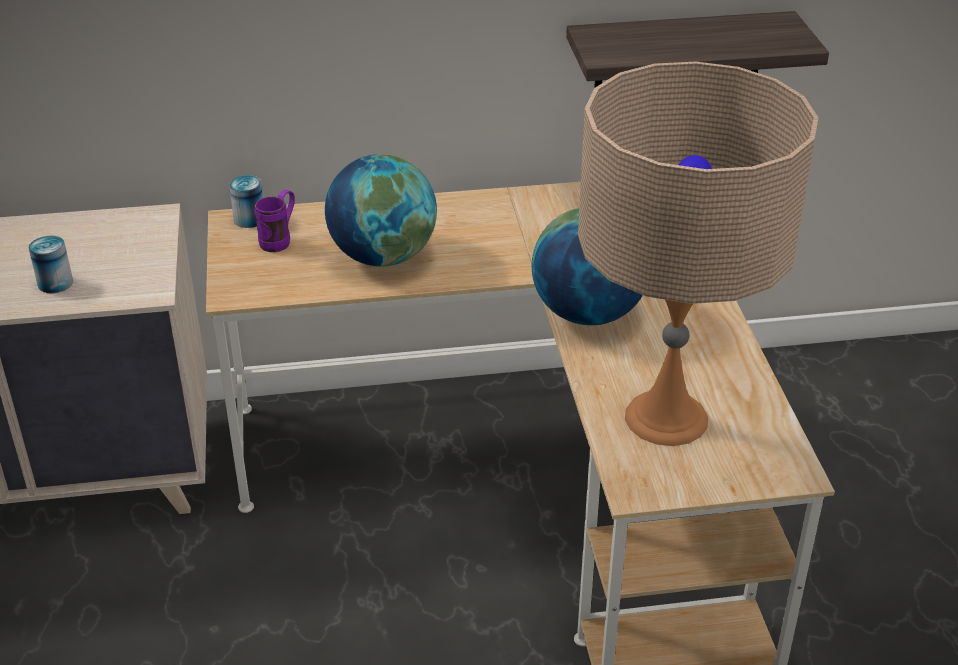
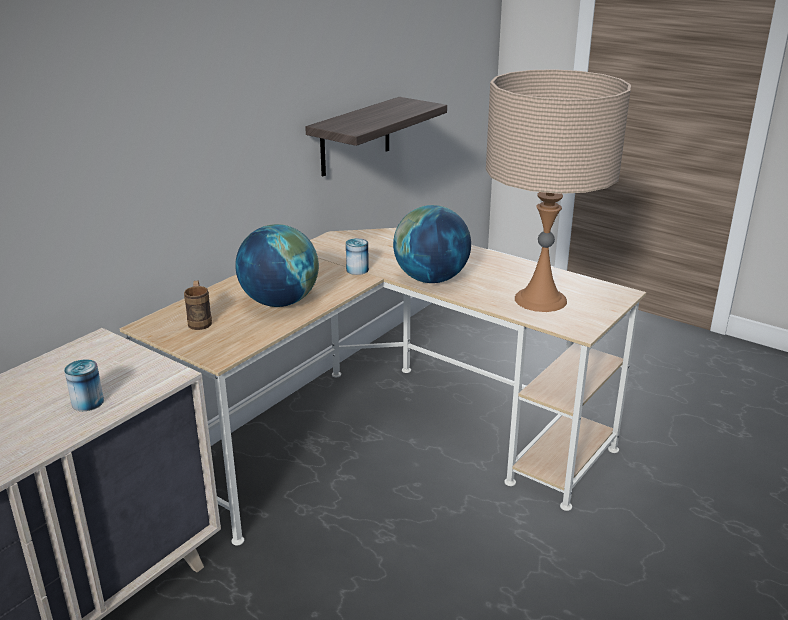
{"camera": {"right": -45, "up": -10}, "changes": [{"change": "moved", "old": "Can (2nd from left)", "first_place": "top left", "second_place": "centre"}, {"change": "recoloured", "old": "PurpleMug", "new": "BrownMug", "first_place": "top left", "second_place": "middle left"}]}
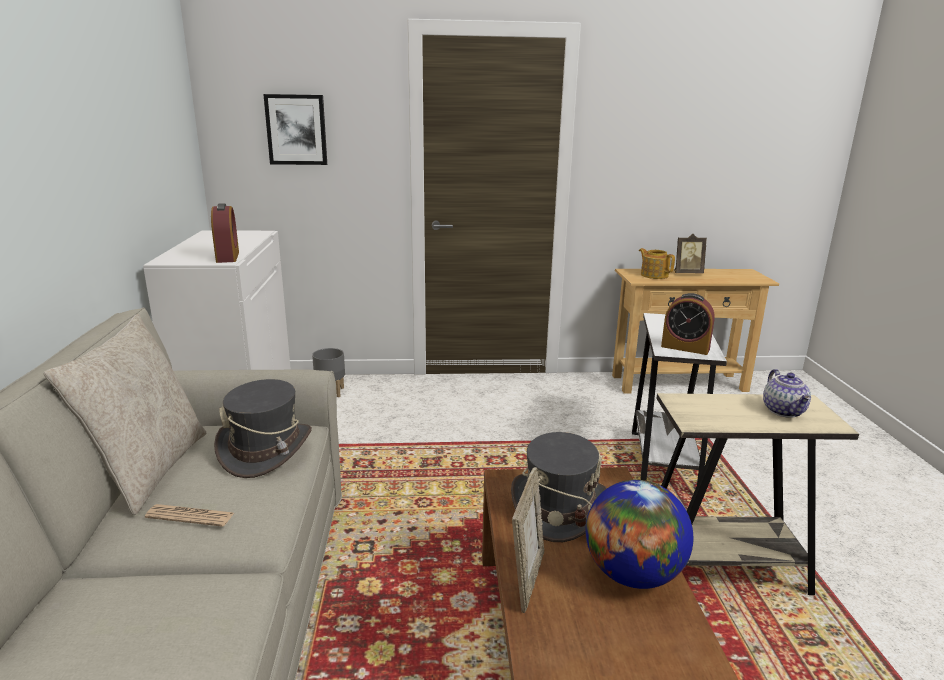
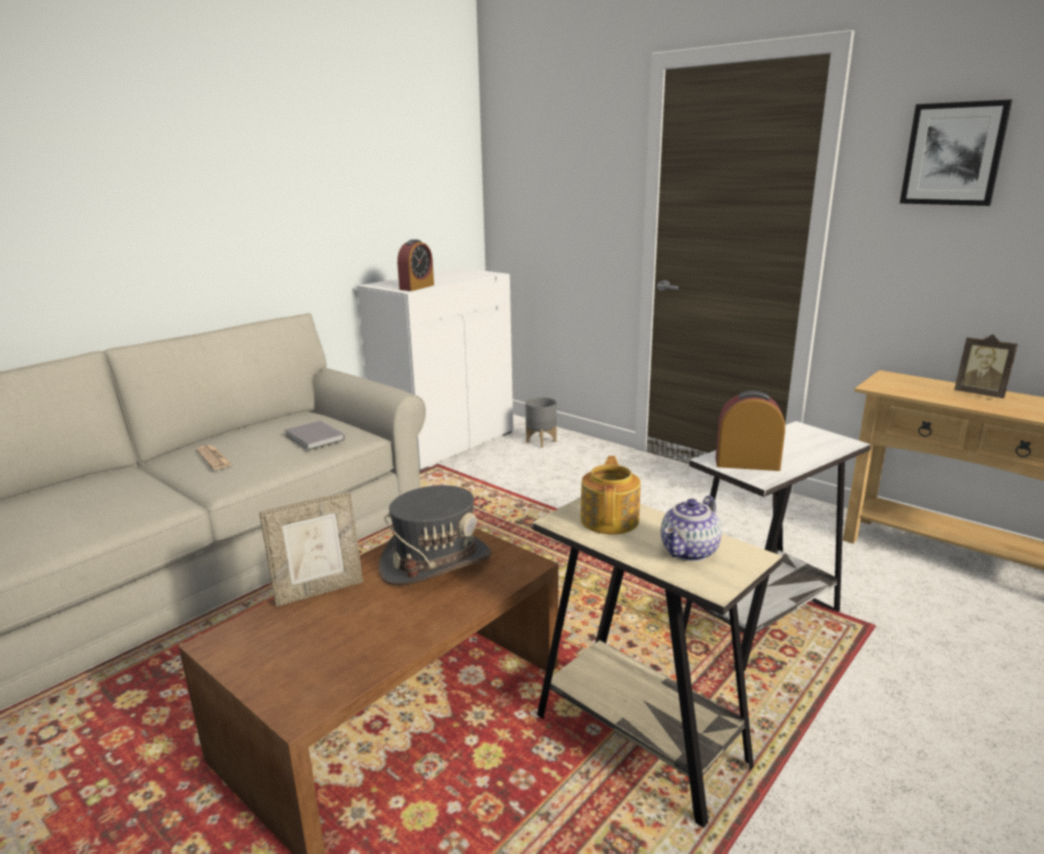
{"camera": {"right": 45, "up": 0}, "changes": [{"change": "moved", "old": "Picture", "first_place": "top left", "second_place": "top right"}, {"change": "moved", "old": "Teapot (1st from left)", "first_place": "middle right", "second_place": "centre"}, {"change": "turned", "old": "AlarmClock (2nd from left)", "first_place": "middle right", "second_place": "middle right", "degrees": 120}, {"change": "removed", "old": "BeigePillow", "first_place": "middle left"}, {"change": "replaced", "old": "GreyHat (1st from left)", "new": "GreyBook", "first_place": "middle left", "second_place": "middle left"}, {"change": "removed", "old": "Globe", "first_place": "bottom right"}]}
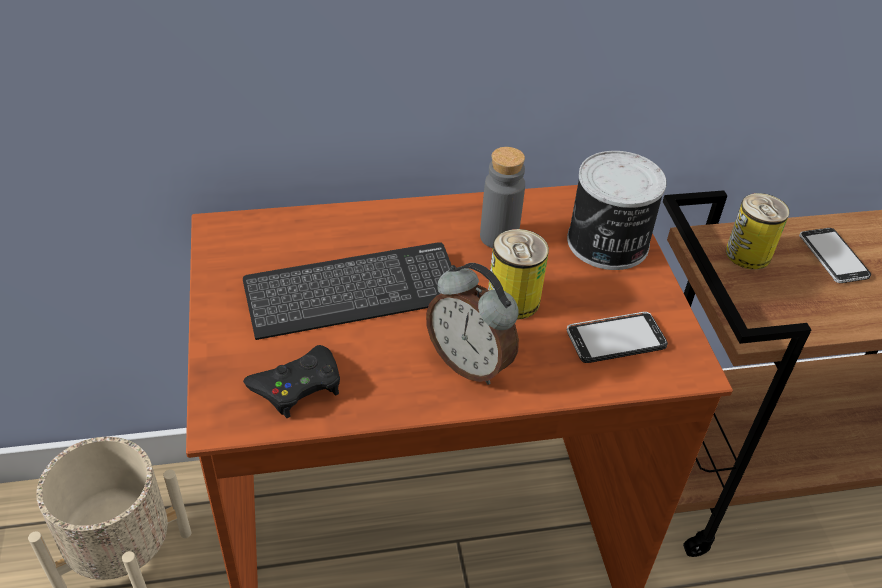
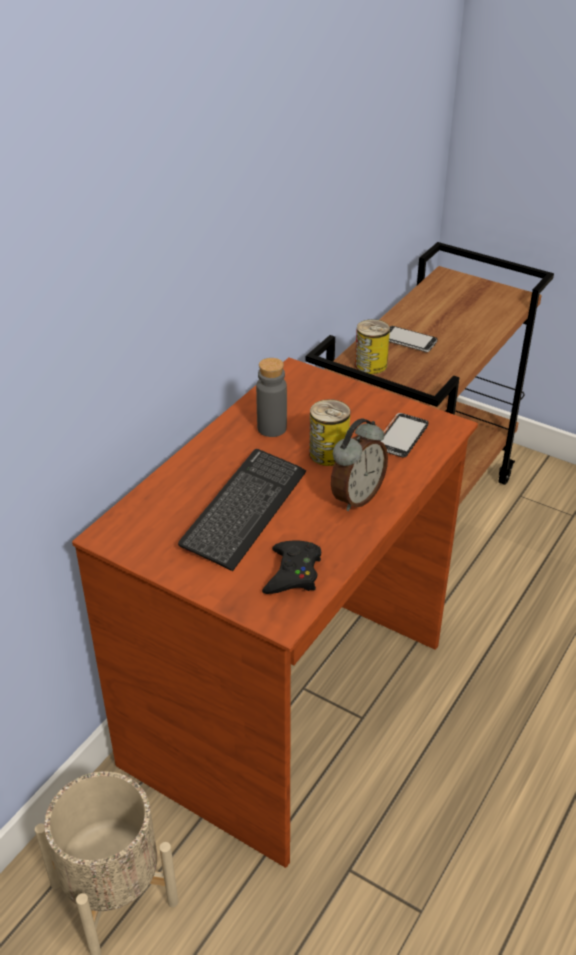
{"camera": {"right": -45, "up": -5}, "changes": [{"change": "removed", "old": "Can (2nd from left)", "first_place": "middle right"}, {"change": "turned", "old": "AlarmClock", "first_place": "centre", "second_place": "centre", "degrees": -45}]}
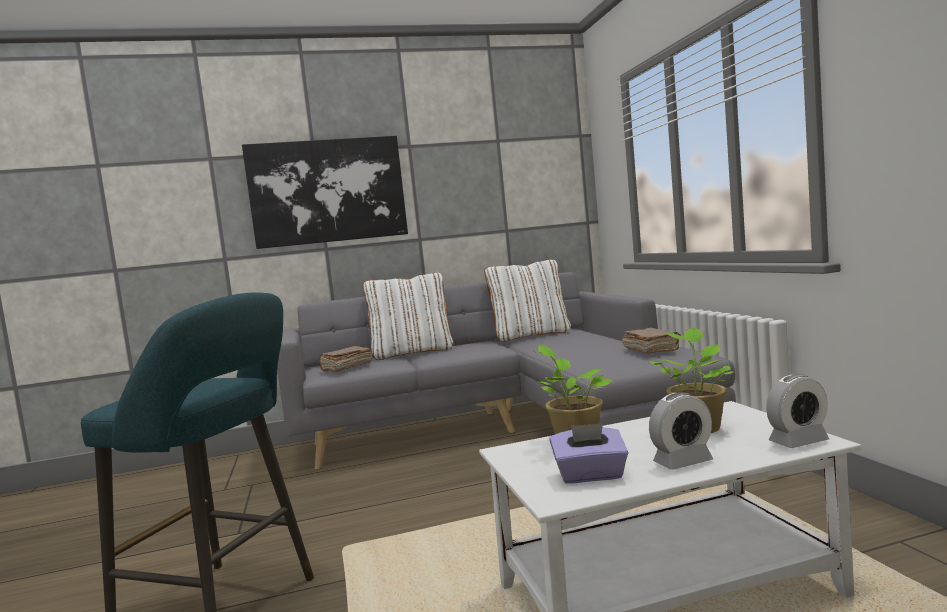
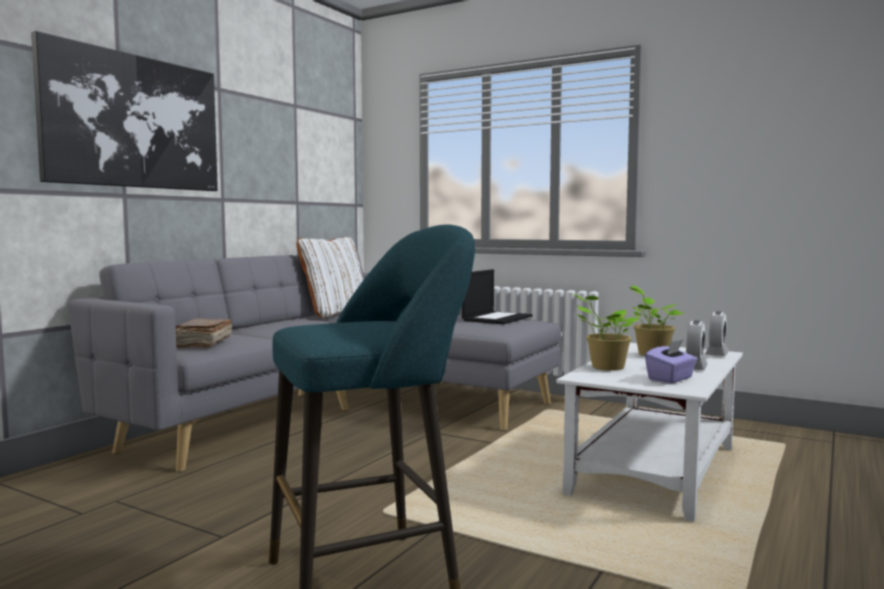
{"camera": {"right": -45, "up": 0}, "changes": [{"change": "removed", "old": "WhitePillow (1st from left)", "first_place": "centre"}, {"change": "replaced", "old": "BrownBook (2nd from left)", "new": "Laptop", "first_place": "middle right", "second_place": "centre"}]}
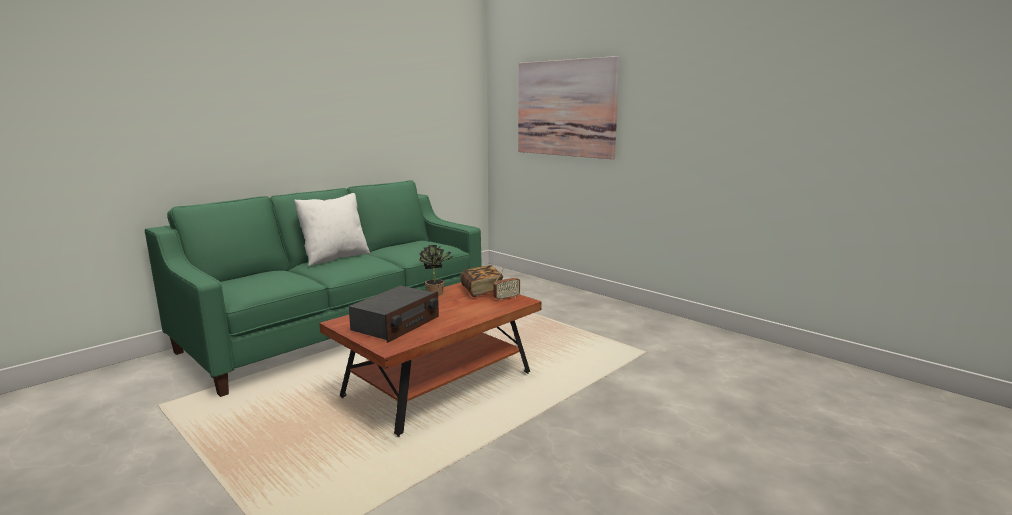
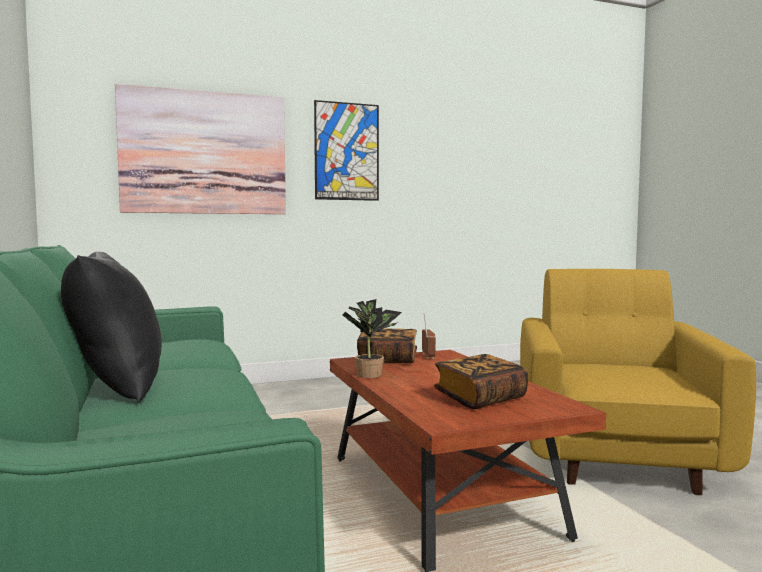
{"camera": {"right": -65, "up": -10}, "changes": [{"change": "recoloured", "old": "WhitePillow", "new": "BlackPillow", "first_place": "middle left", "second_place": "middle left"}, {"change": "replaced", "old": "Radio (1st from left)", "new": "Book (2nd from left)", "first_place": "centre", "second_place": "centre"}, {"change": "added", "new": "Picture (2nd from left)", "second_place": "top centre"}, {"change": "added", "new": "YellowArmchair", "second_place": "bottom right"}]}
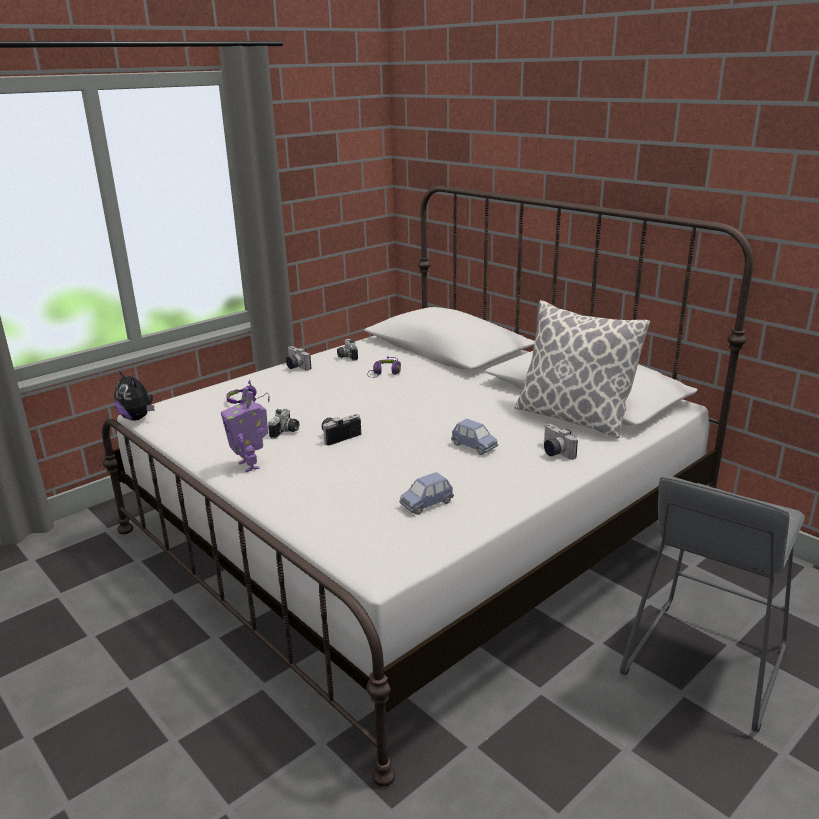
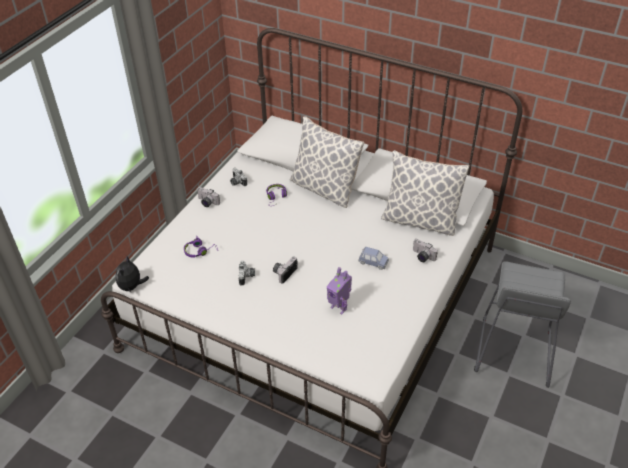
{"camera": {"right": -20, "up": 20}, "changes": [{"change": "turned", "old": "PlushToy", "first_place": "middle left", "second_place": "middle left", "degrees": 75}, {"change": "moved", "old": "ToyRobot", "first_place": "middle left", "second_place": "centre"}, {"change": "removed", "old": "BlueToyCar (1st from left)", "first_place": "centre"}, {"change": "added", "new": "Pillow (1st from left)", "second_place": "centre"}]}
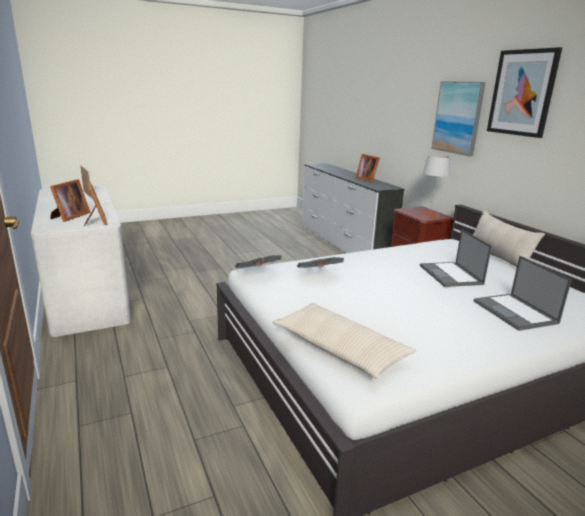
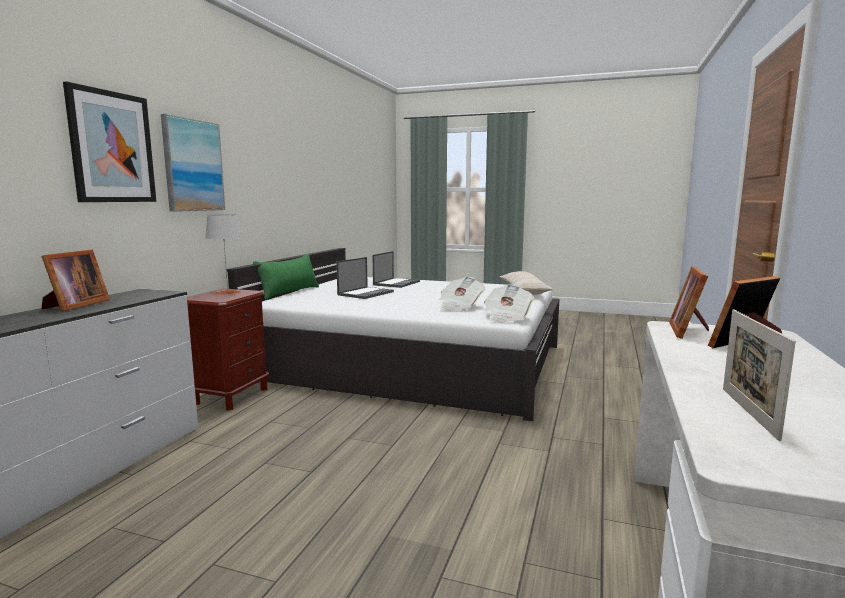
{"camera": {"right": -135, "up": -10}, "changes": [{"change": "moved", "old": "Picture (2nd from left in the first image)", "new": "Picture (1st from left)", "first_place": "top right", "second_place": "top left"}, {"change": "recoloured", "old": "BeigePillow (2nd from left)", "new": "GreenPillow", "first_place": "middle right", "second_place": "centre"}]}
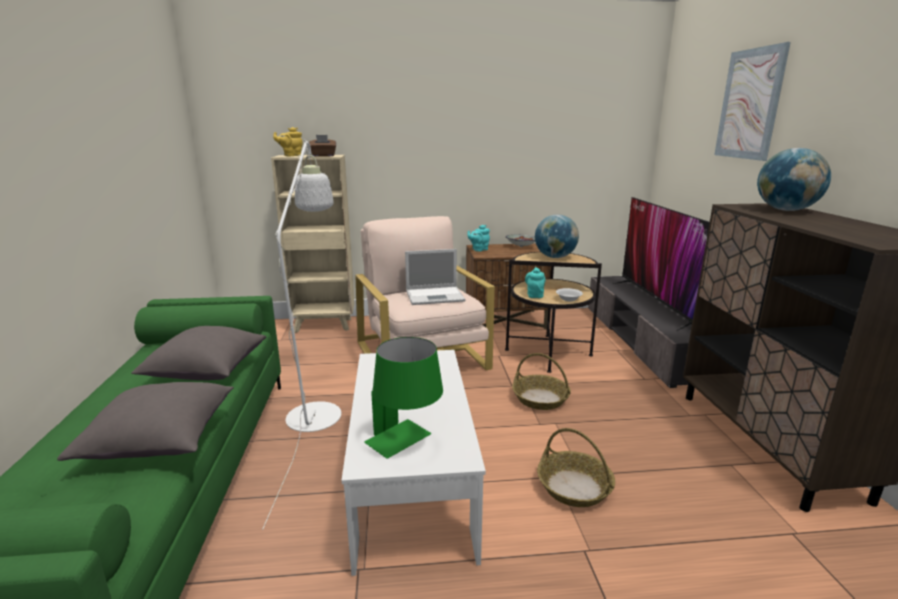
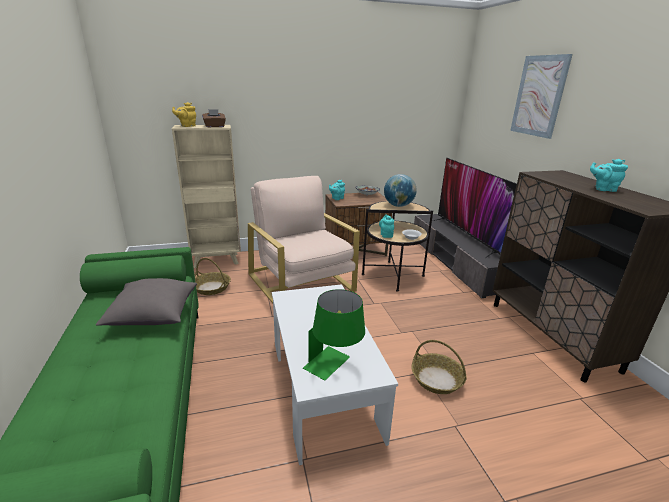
{"camera": {"right": -10, "up": 5}, "changes": [{"change": "removed", "old": "WhiteFloorLamp", "first_place": "centre"}, {"change": "removed", "old": "Globe (2nd from left)", "first_place": "top right"}, {"change": "removed", "old": "Laptop", "first_place": "centre"}, {"change": "moved", "old": "Basket (1st from left)", "first_place": "centre", "second_place": "middle left"}, {"change": "removed", "old": "GreyPillow (1st from left)", "first_place": "bottom left"}, {"change": "added", "new": "TurquoiseTeapot (3rd from left)", "second_place": "middle right"}]}
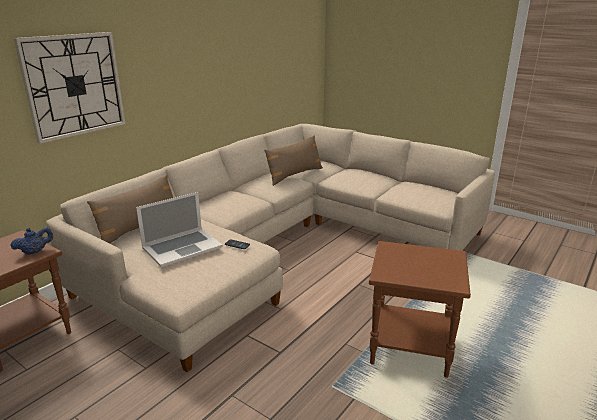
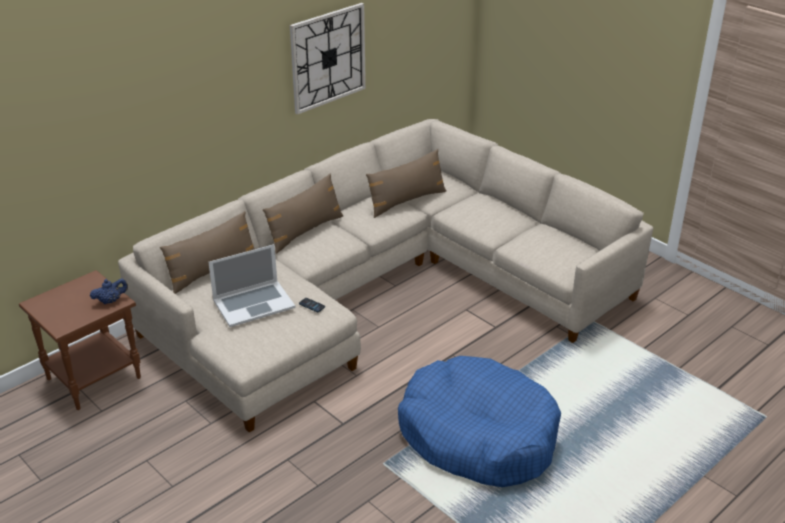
{"camera": {"right": 10, "up": 10}, "changes": [{"change": "moved", "old": "WallClock", "first_place": "top left", "second_place": "top centre"}, {"change": "replaced", "old": "BrownSideTable (2nd from left)", "new": "BlueDogBed", "first_place": "bottom right", "second_place": "bottom centre"}, {"change": "added", "new": "BrownPillow (2nd from left)", "second_place": "centre"}]}
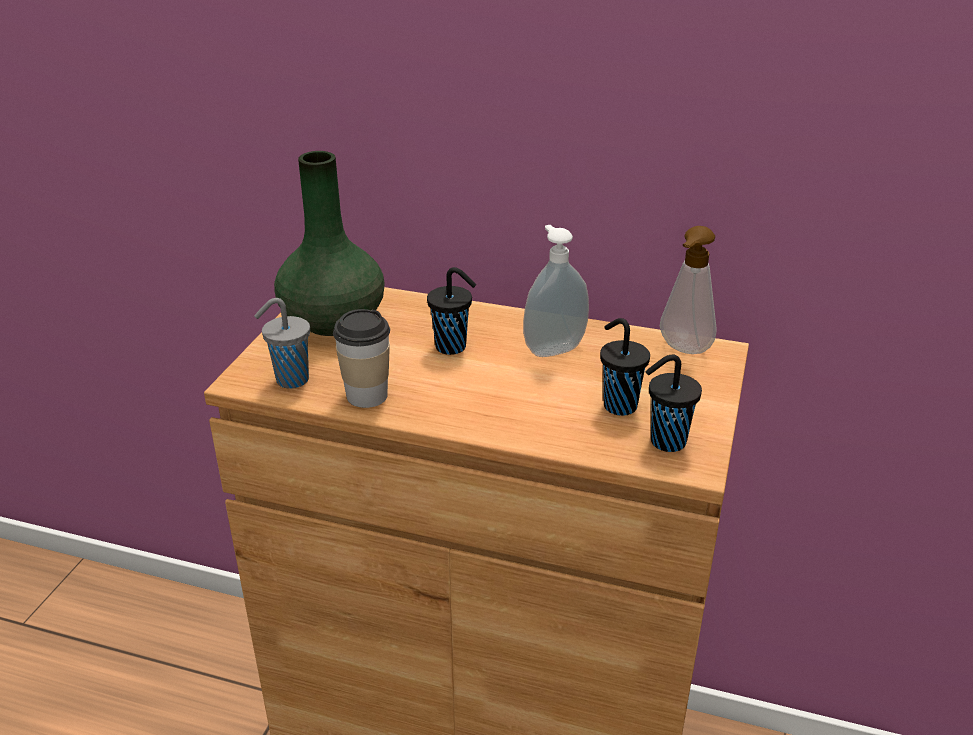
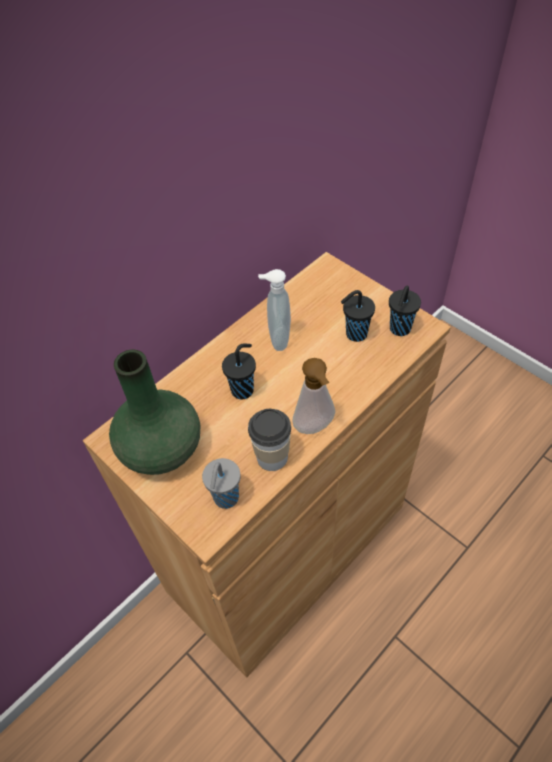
{"camera": {"right": -60, "up": 20}, "changes": [{"change": "moved", "old": "SoapDispenser (2nd from left)", "first_place": "middle right", "second_place": "centre"}]}
